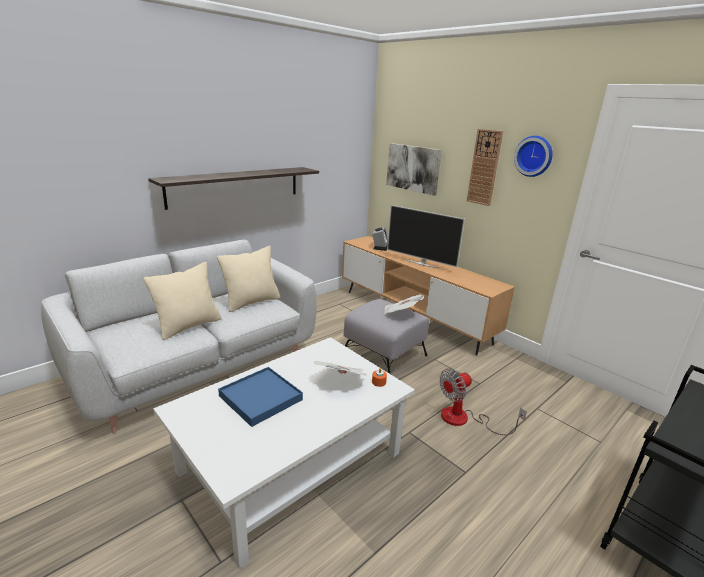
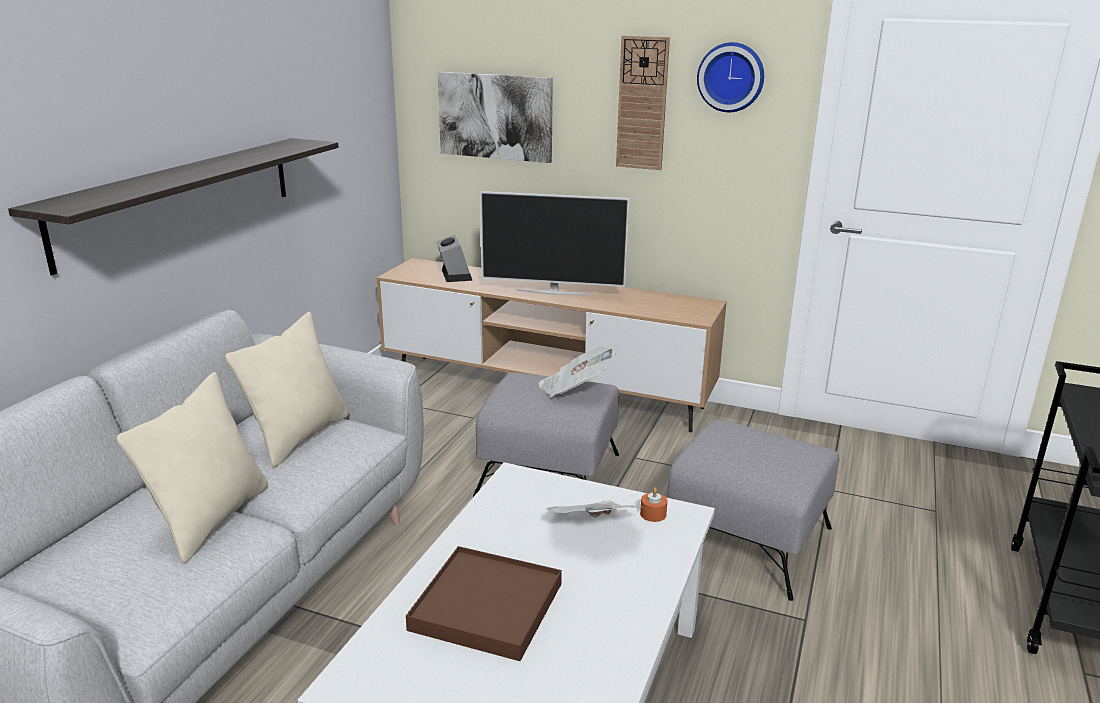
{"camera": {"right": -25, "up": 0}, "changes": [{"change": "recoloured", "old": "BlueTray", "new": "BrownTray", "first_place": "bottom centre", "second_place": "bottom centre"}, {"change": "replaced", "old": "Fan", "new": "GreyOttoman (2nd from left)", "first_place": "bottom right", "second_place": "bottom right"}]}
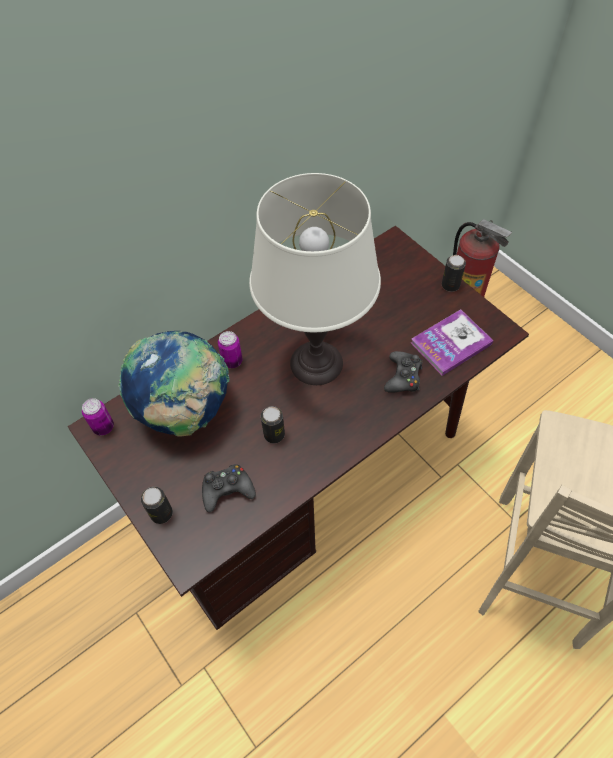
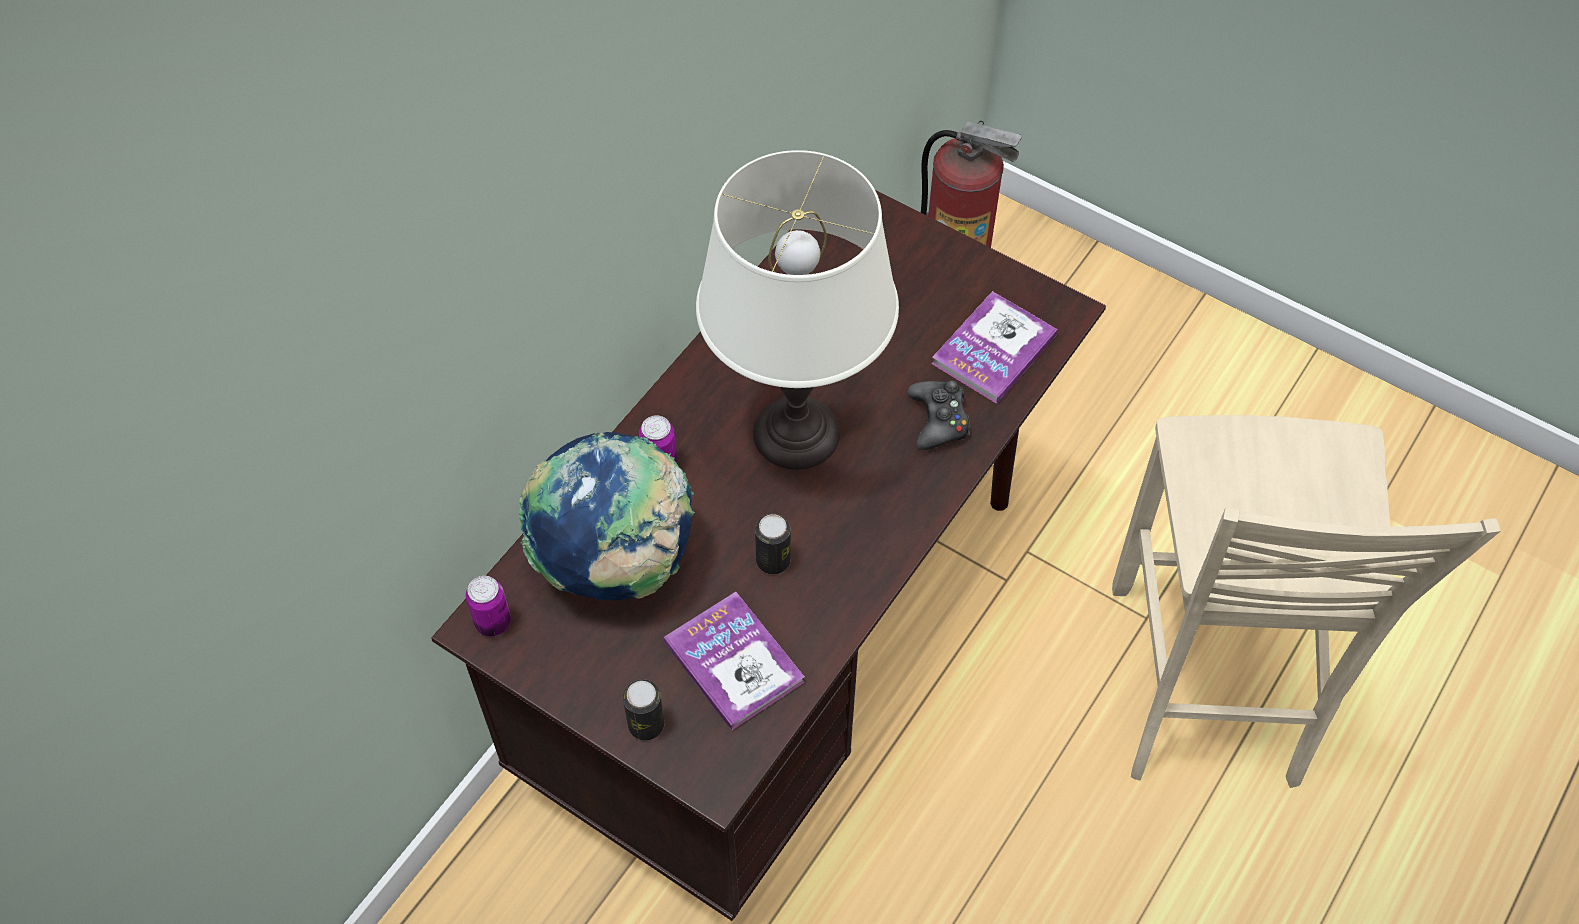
{"camera": {"right": -20, "up": 0}, "changes": [{"change": "removed", "old": "Can (5th from left)", "first_place": "middle right"}, {"change": "replaced", "old": "BlackGameController (1st from left)", "new": "Book (1st from left)", "first_place": "centre", "second_place": "bottom centre"}]}
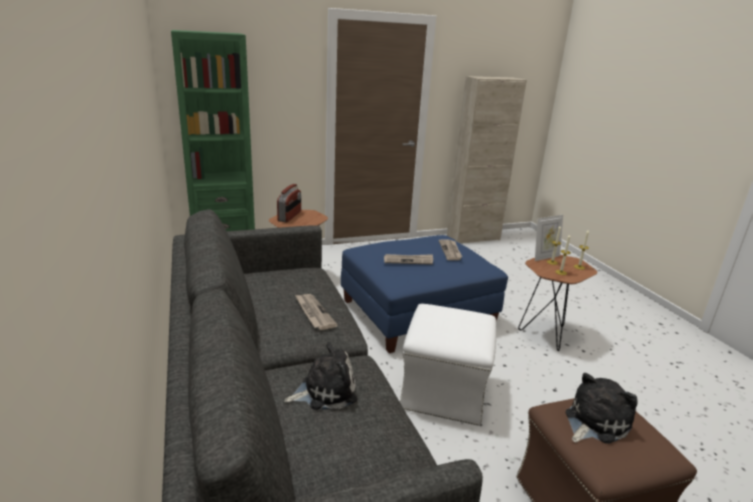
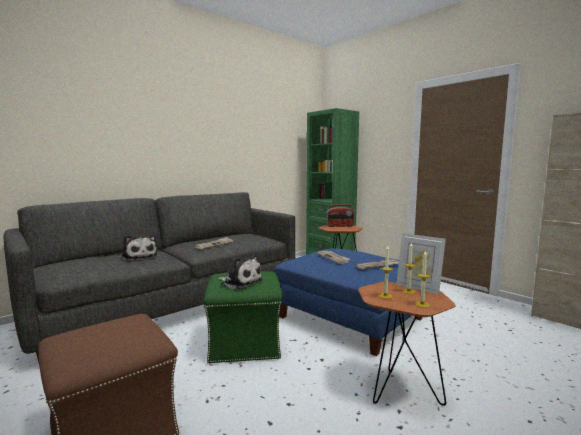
{"camera": {"right": 70, "up": -15}, "changes": [{"change": "recoloured", "old": "WhiteOttoman", "new": "GreenOttoman", "first_place": "bottom centre", "second_place": "bottom centre"}, {"change": "moved", "old": "PlushToy (2nd from left)", "first_place": "bottom right", "second_place": "centre"}]}
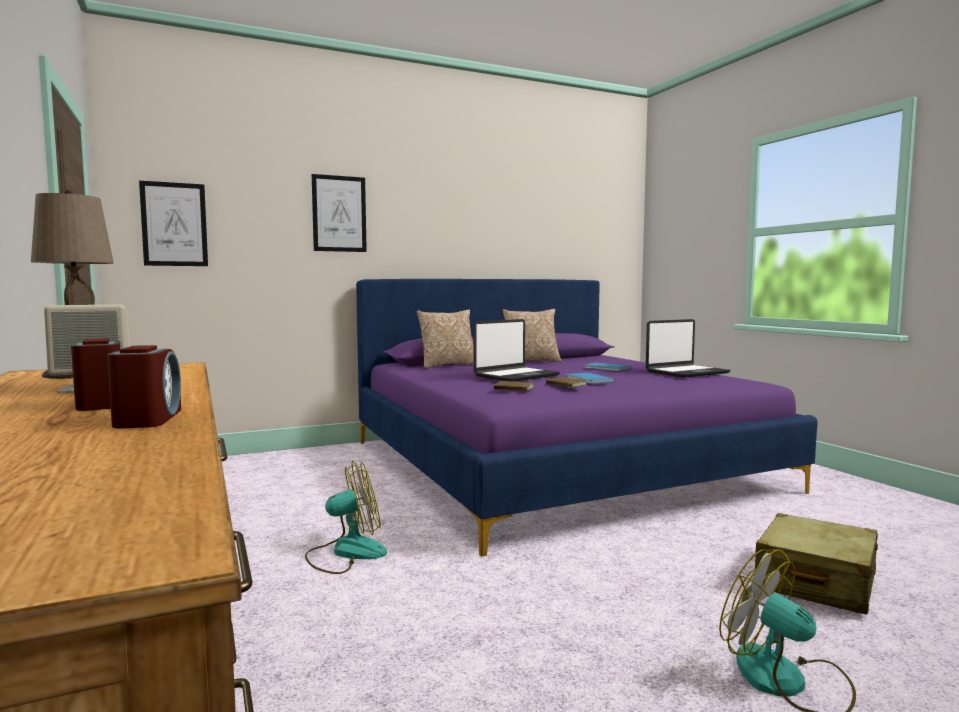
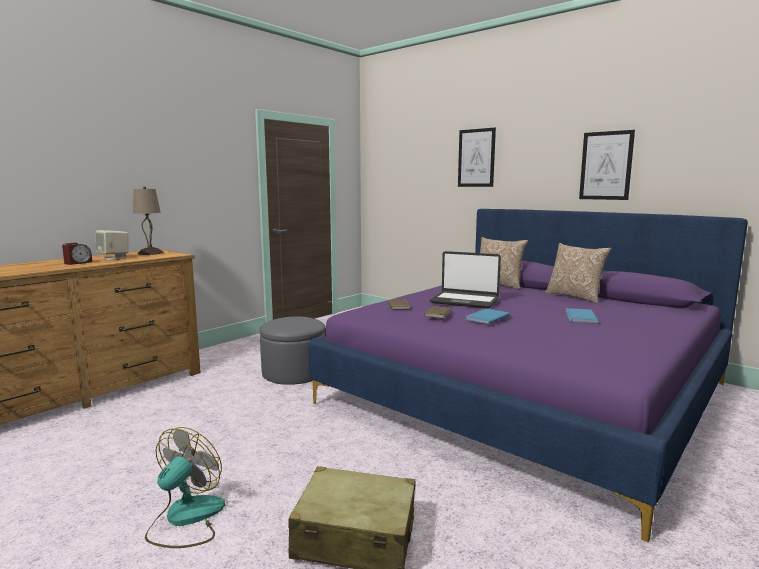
{"camera": {"right": 65, "up": 5}, "changes": [{"change": "moved", "old": "Picture (1st from left in the first image)", "new": "Picture (2nd from left)", "first_place": "top left", "second_place": "top right"}, {"change": "removed", "old": "Laptop (2nd from left)", "first_place": "middle right"}, {"change": "removed", "old": "AlarmClock (2nd from left)", "first_place": "middle left"}, {"change": "replaced", "old": "Fan (1st from left)", "new": "GreyOttoman", "first_place": "bottom centre", "second_place": "centre"}]}
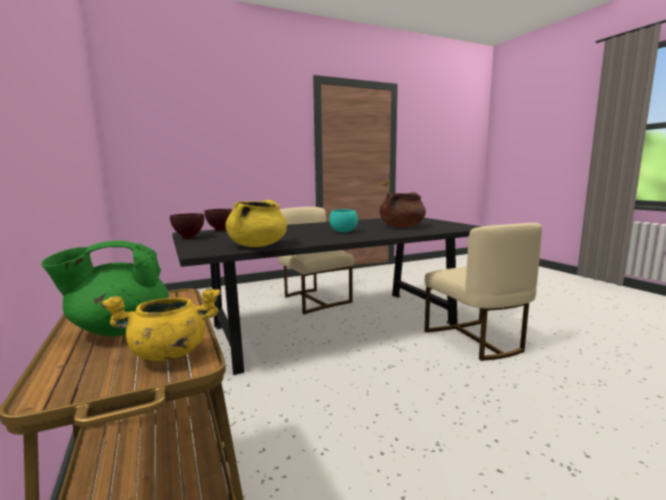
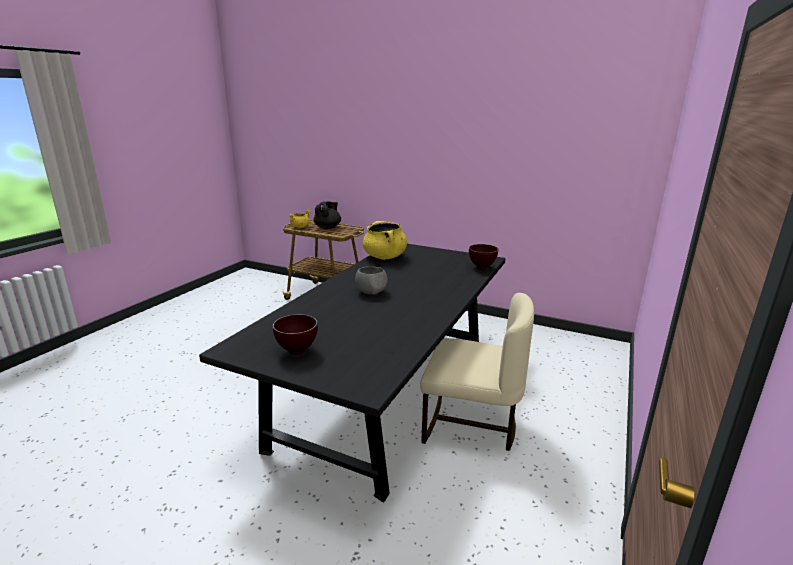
{"camera": {"right": 140, "up": 10}, "changes": [{"change": "removed", "old": "BrownCookingPot", "first_place": "centre"}, {"change": "recoloured", "old": "TurquoiseBowl", "new": "GreyBowl", "first_place": "centre", "second_place": "centre"}, {"change": "moved", "old": "BrownBowl (1st from left)", "first_place": "middle left", "second_place": "centre"}, {"change": "removed", "old": "BeigeChair (2nd from left)", "first_place": "middle right"}, {"change": "recoloured", "old": "GreenTeapot", "new": "BlackTeapot", "first_place": "middle left", "second_place": "centre"}]}
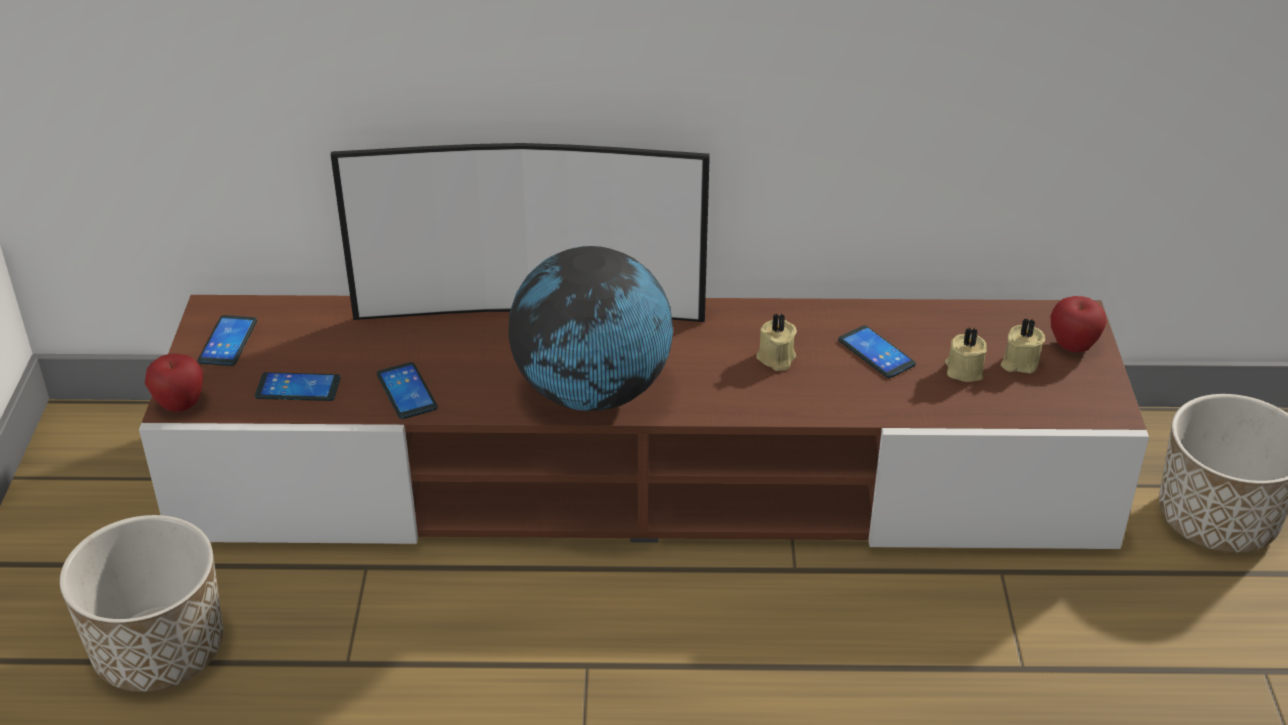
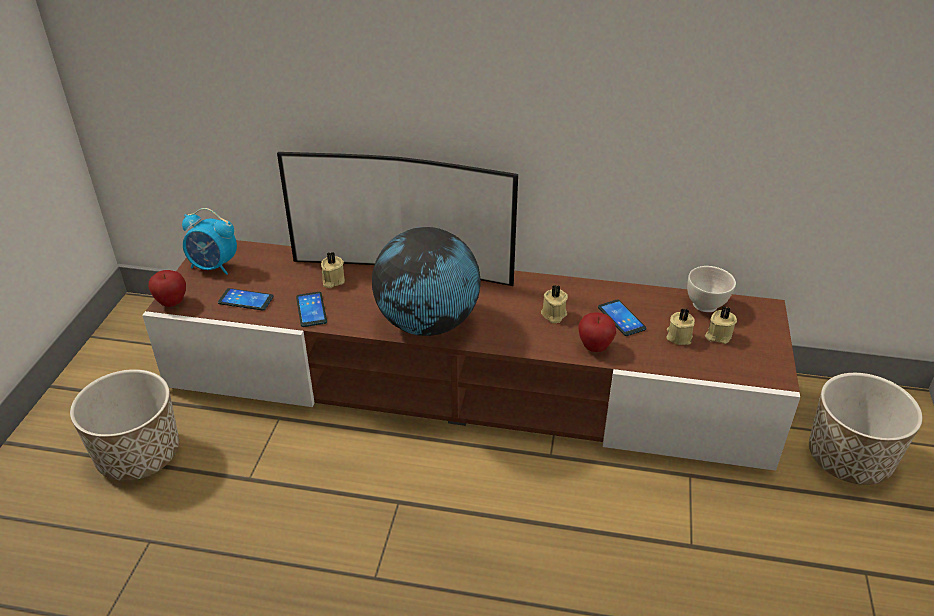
{"camera": {"right": 10, "up": 0}, "changes": [{"change": "moved", "old": "Apple (2nd from left)", "first_place": "middle right", "second_place": "centre"}, {"change": "replaced", "old": "Phone (1st from left)", "new": "AlarmClock", "first_place": "middle left", "second_place": "middle left"}, {"change": "added", "new": "BeigeCandle (1st from left)", "second_place": "centre"}, {"change": "added", "new": "WhiteBowl", "second_place": "middle right"}]}
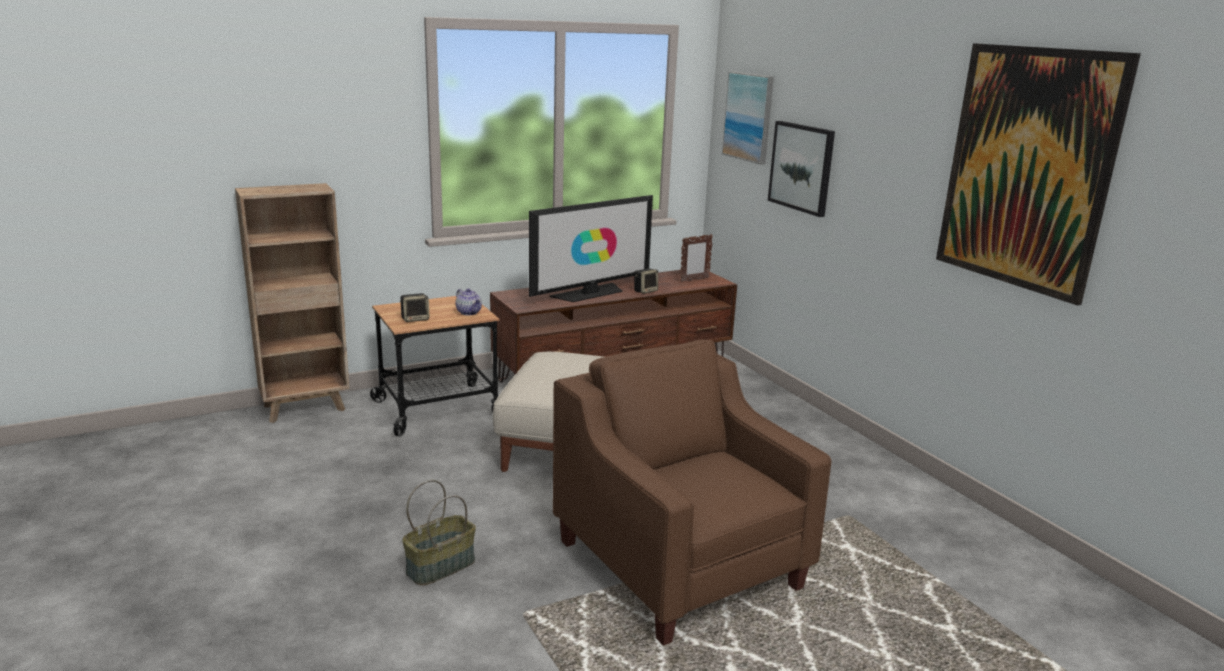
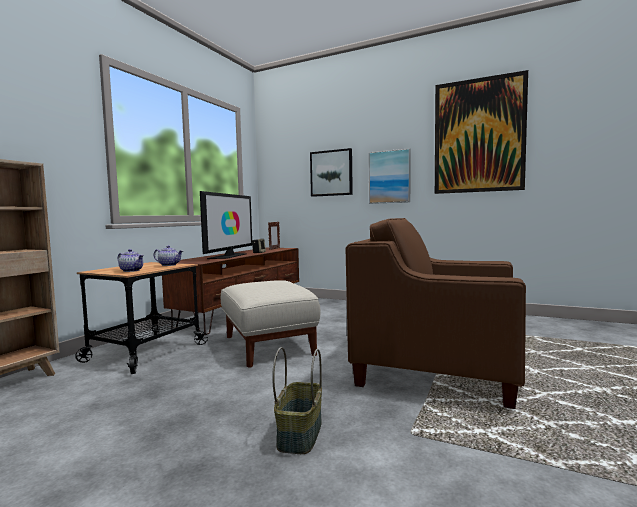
{"camera": {"right": -35, "up": -15}, "changes": [{"change": "moved", "old": "Picture (1st from left in the first image)", "new": "Picture (2nd from left)", "first_place": "top centre", "second_place": "centre"}, {"change": "replaced", "old": "Speaker (1st from left)", "new": "Teapot (1st from left)", "first_place": "centre", "second_place": "middle left"}]}
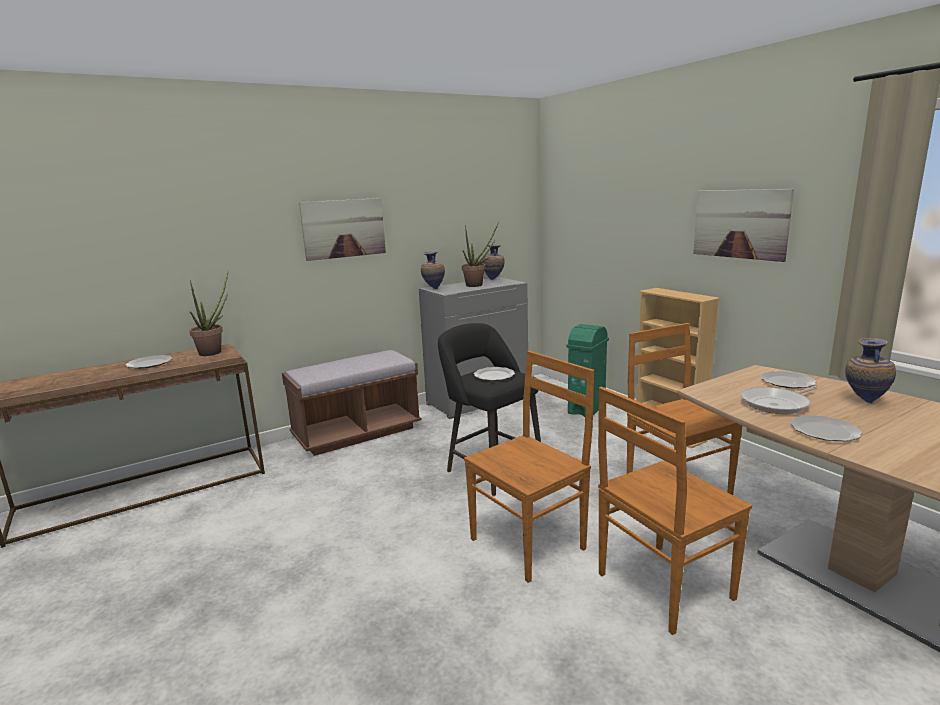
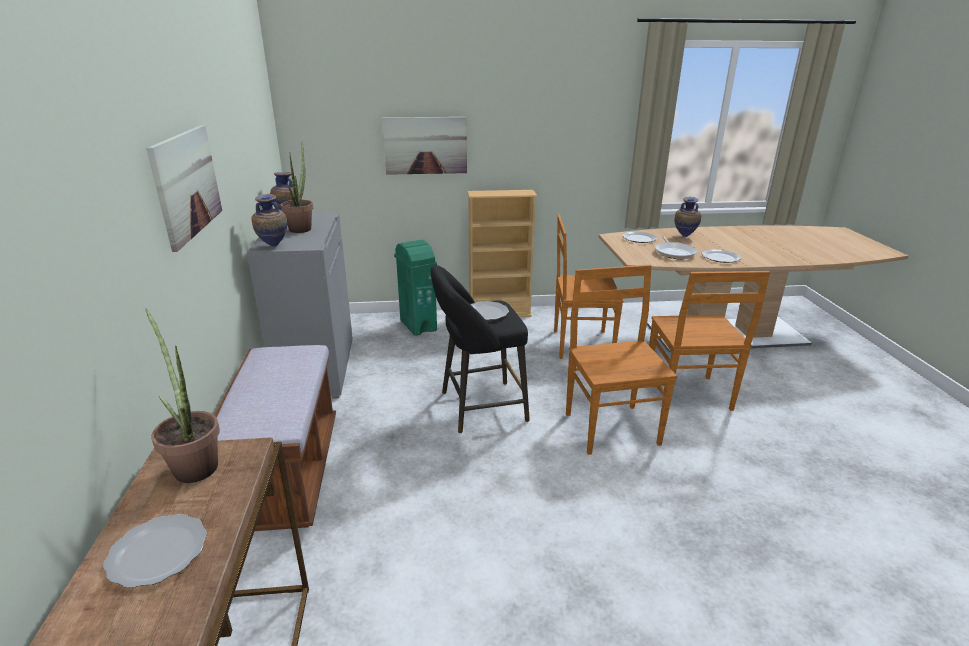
{"camera": {"right": -65, "up": 10}, "changes": [{"change": "moved", "old": "Picture (2nd from left)", "first_place": "top right", "second_place": "top centre"}]}
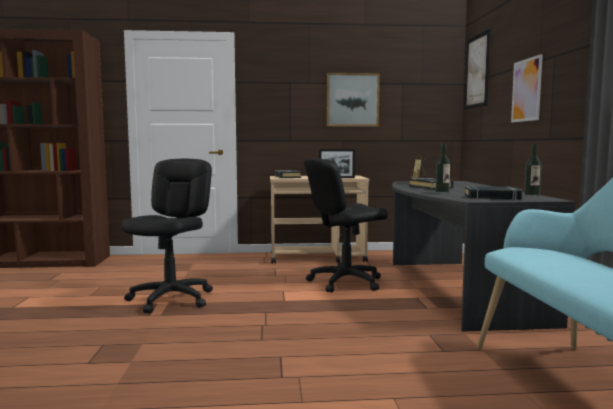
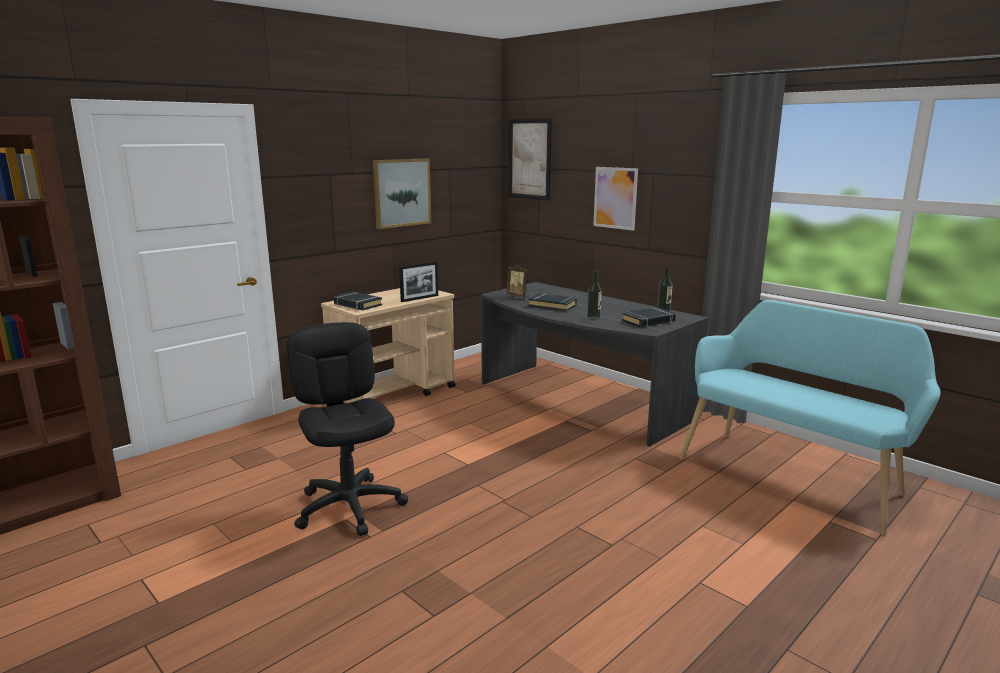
{"camera": {"right": -40, "up": 10}, "changes": [{"change": "removed", "old": "BlackOfficeChair (2nd from left)", "first_place": "centre"}]}
